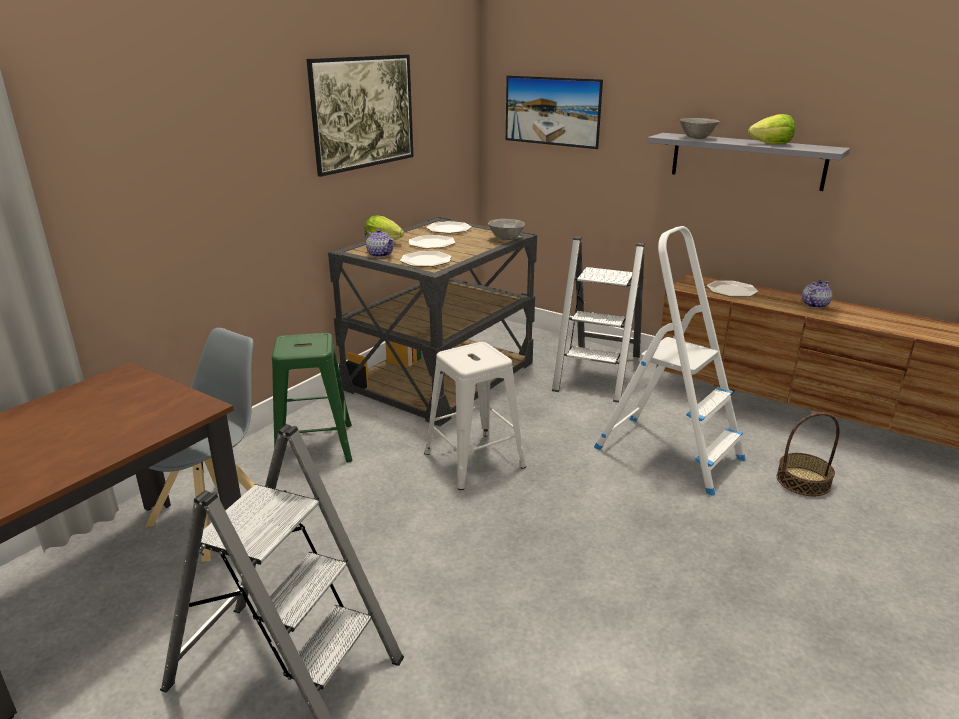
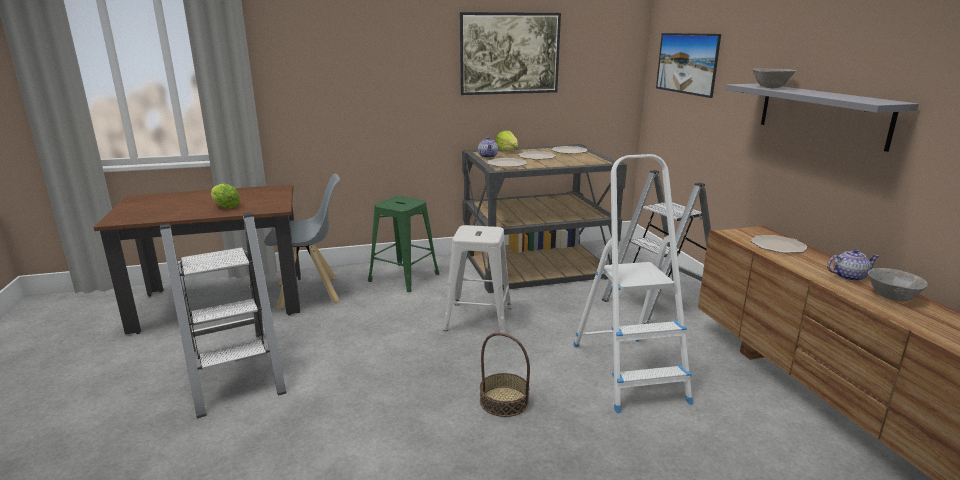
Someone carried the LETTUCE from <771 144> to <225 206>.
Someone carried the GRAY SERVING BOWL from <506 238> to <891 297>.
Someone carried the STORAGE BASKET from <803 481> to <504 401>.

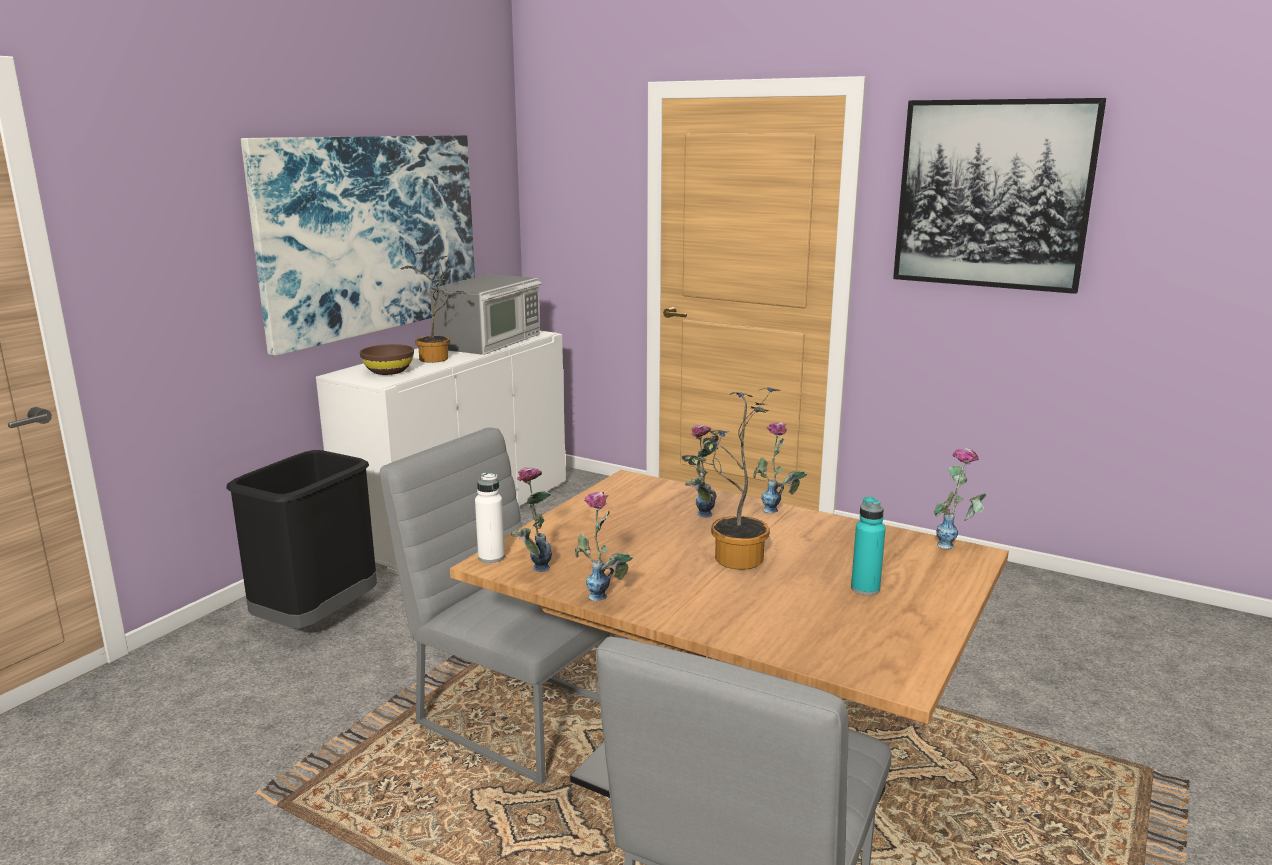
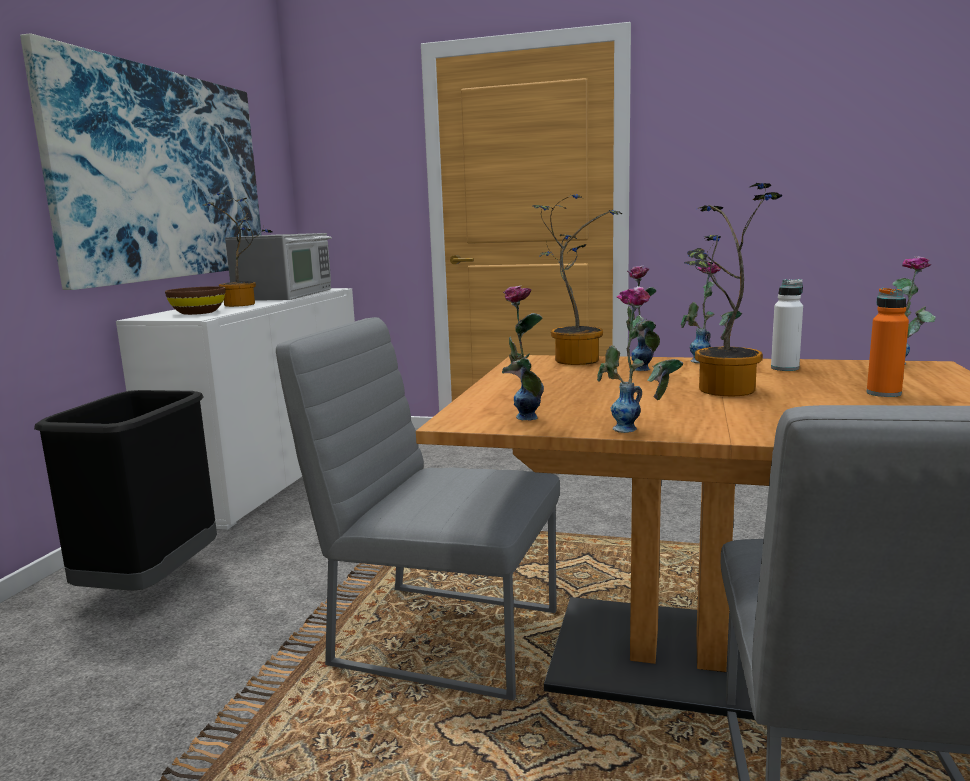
Someone took away the PICTURE at <992 194>.
Someone carried the WHITISH BEVERAGE BOTTLE from <491 557> to <784 368>.
Someone repainted the TURQUOISE-COLOURED BEVERAGE BOTTLE at <865 588>, which became the ORANGE BEVERAGE BOTTLE at <883 393>.
Someone put down the HOUSEPLANT at <573 359>.

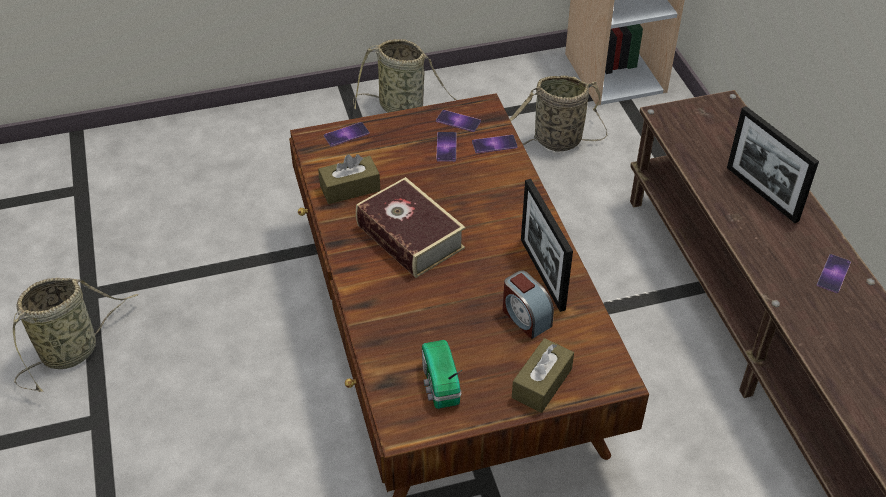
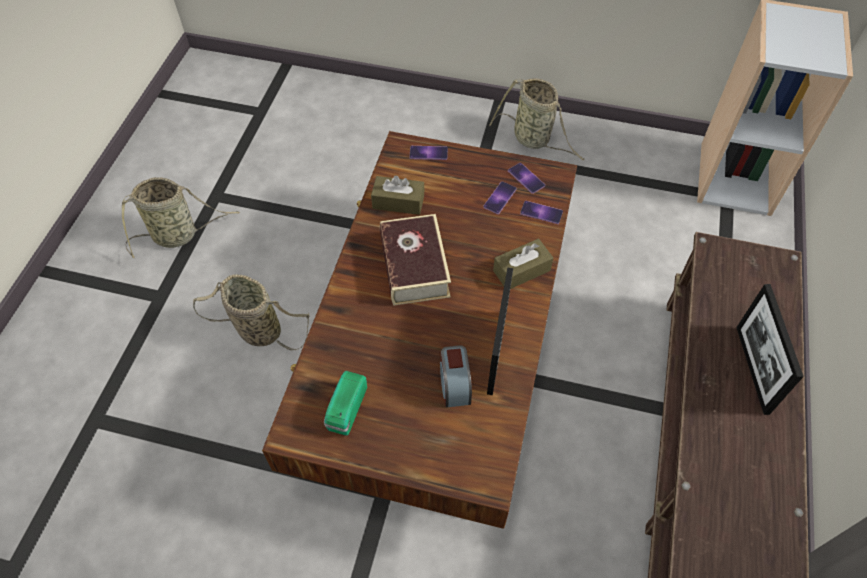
Someone carried the STORAGE BASKET from <554 142> to <256 330>.
Someone took away the HANDSET at <833 273>.
Someone carried the BROWNISH TISSUE BOX from <542 383> to <521 270>.

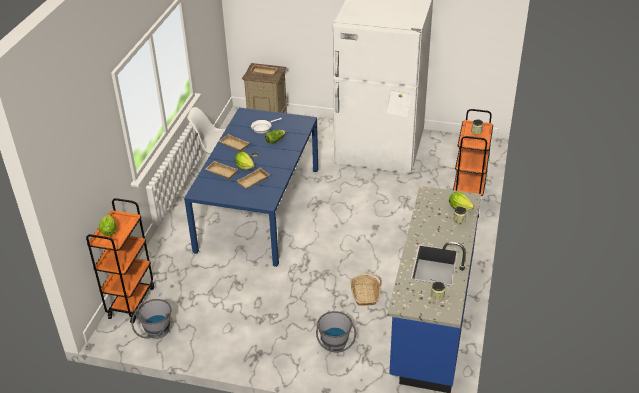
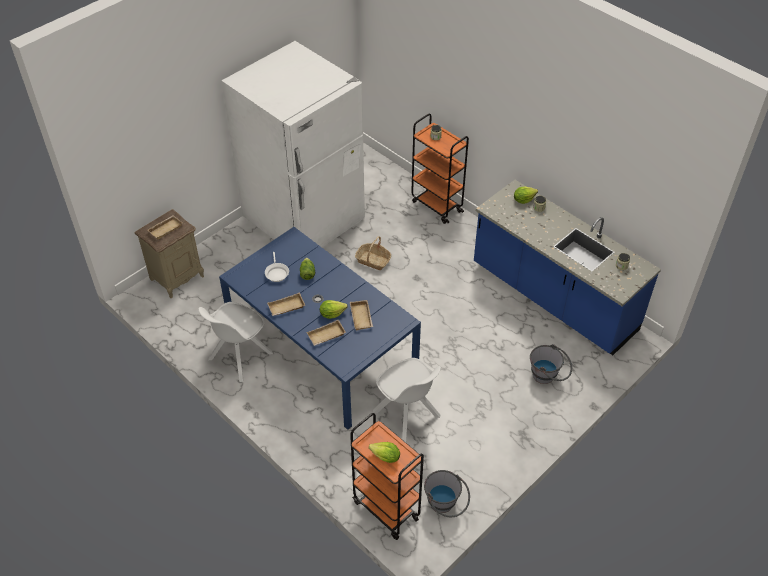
Someone carried the STORAGE BASKET from <365 295> to <373 260>.
Someone put down the WHITISH CHAIR at <407 415>.

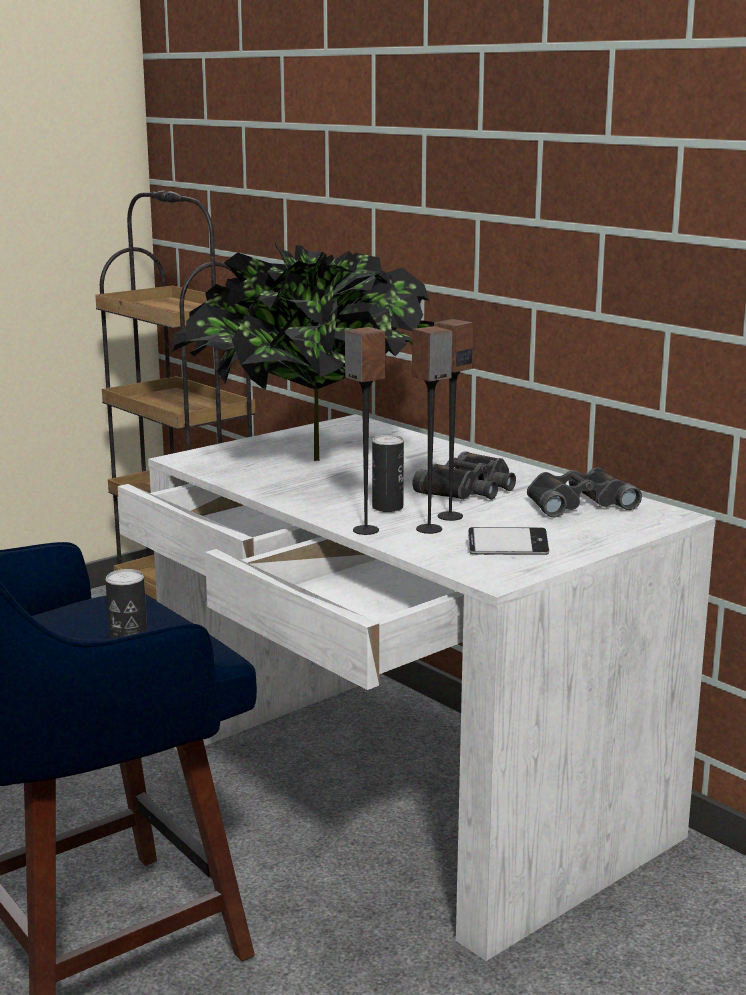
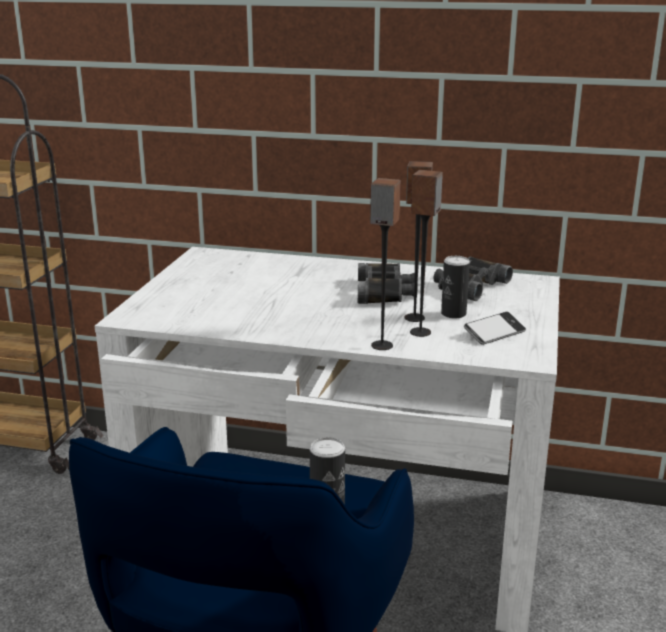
Someone took away the HOUSEPLANT at <309 460>.
Someone carried the CAN from <387 507> to <453 314>.

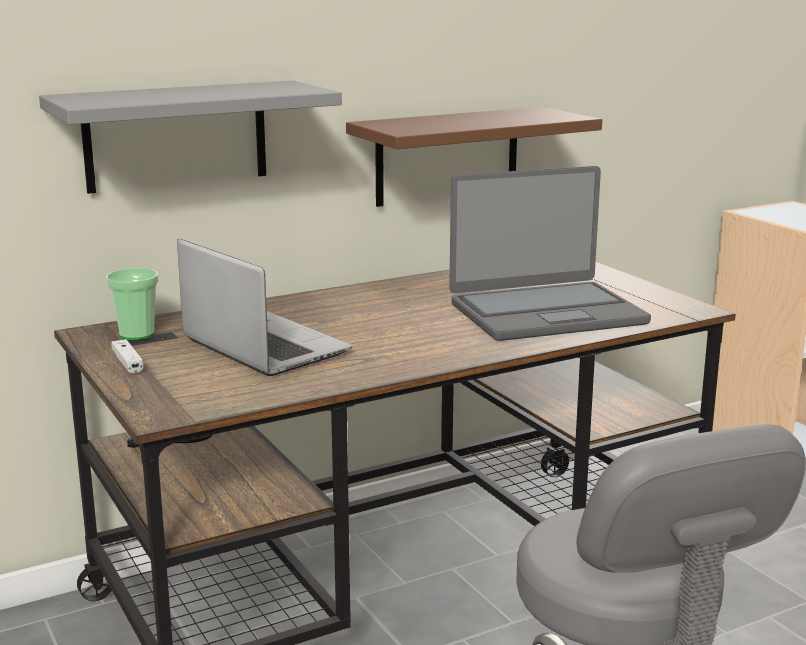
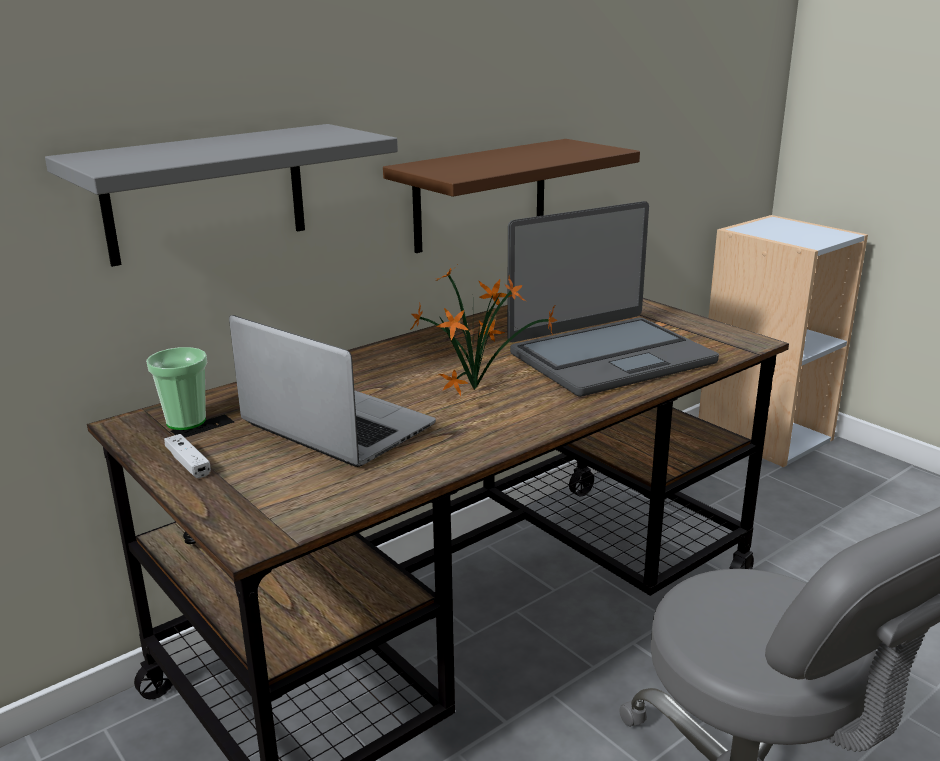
Someone put down the HOUSEPLANT at <477 389>.

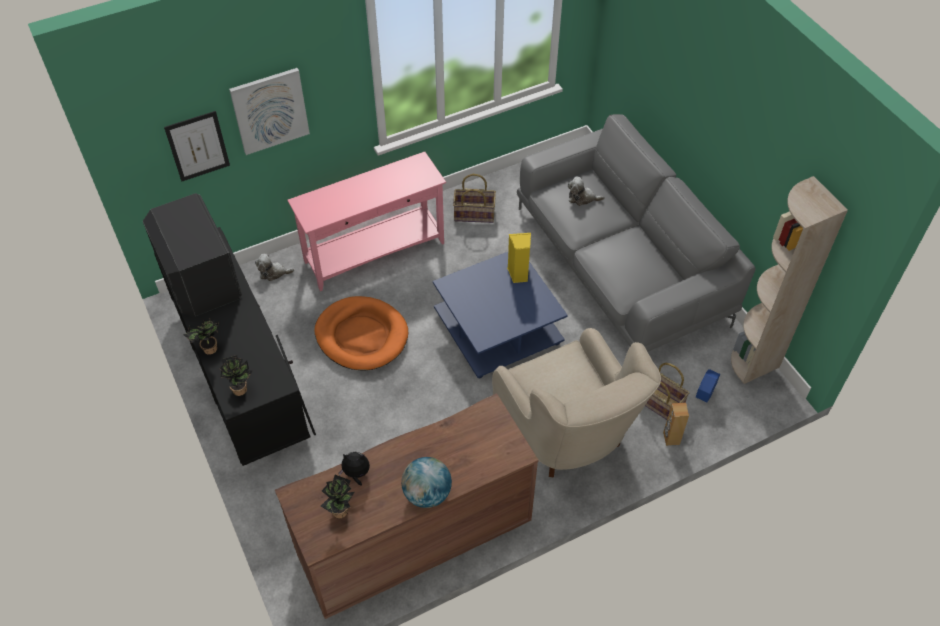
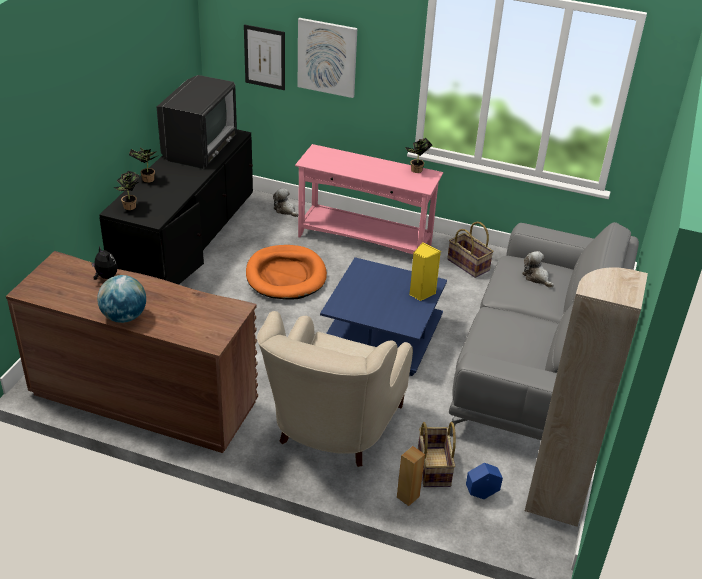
Someone carried the HOUSEPLANT from <341 512> to <416 171>.

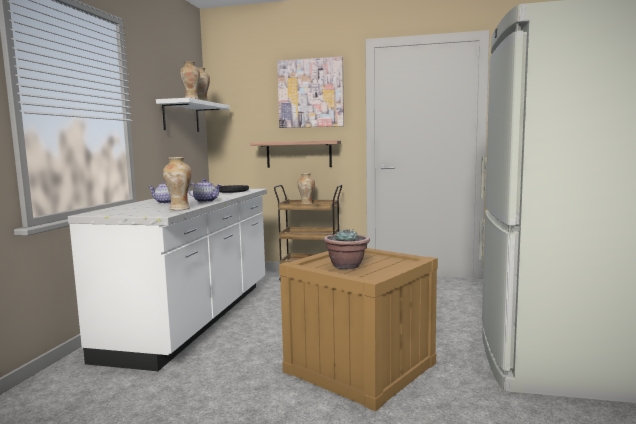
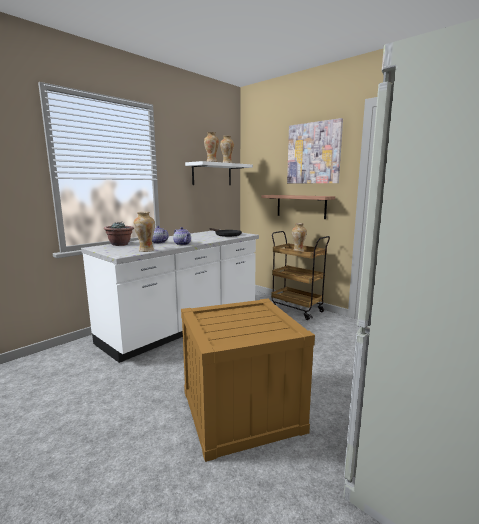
Someone carried the HOUSEPLANT from <346 266> to <120 244>.

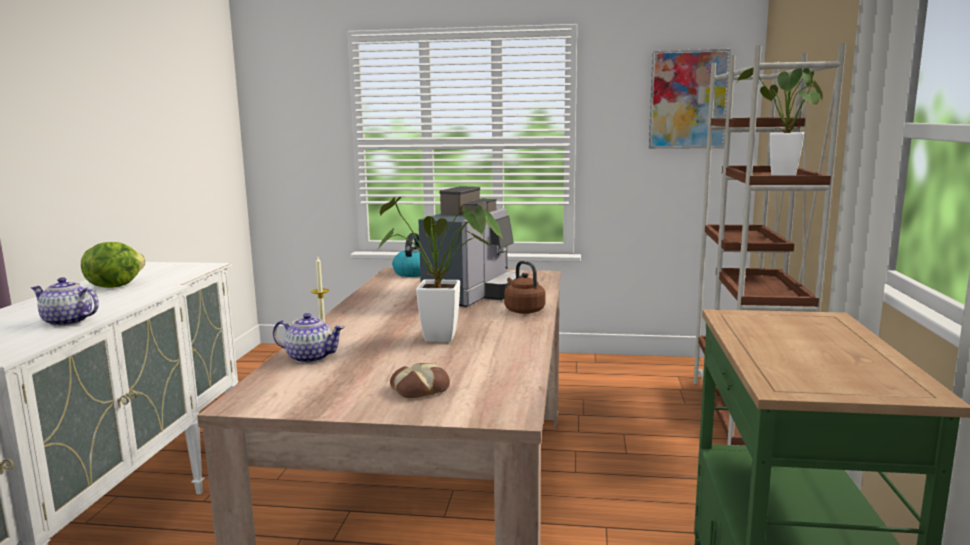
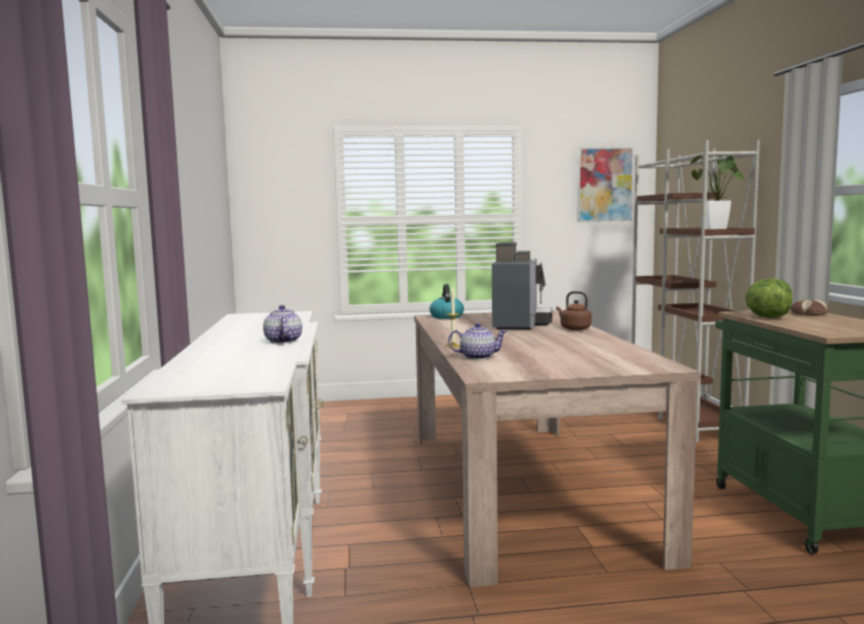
Someone took away the HOUSEPLANT at <448 338>.
Someone carried the LETTUCE from <114 286> to <768 317>.
Someone rotated the TEAPOT at <68 322> by 75 degrees clockwise.
Someone carried the BREAD from <419 388> to <808 313>.

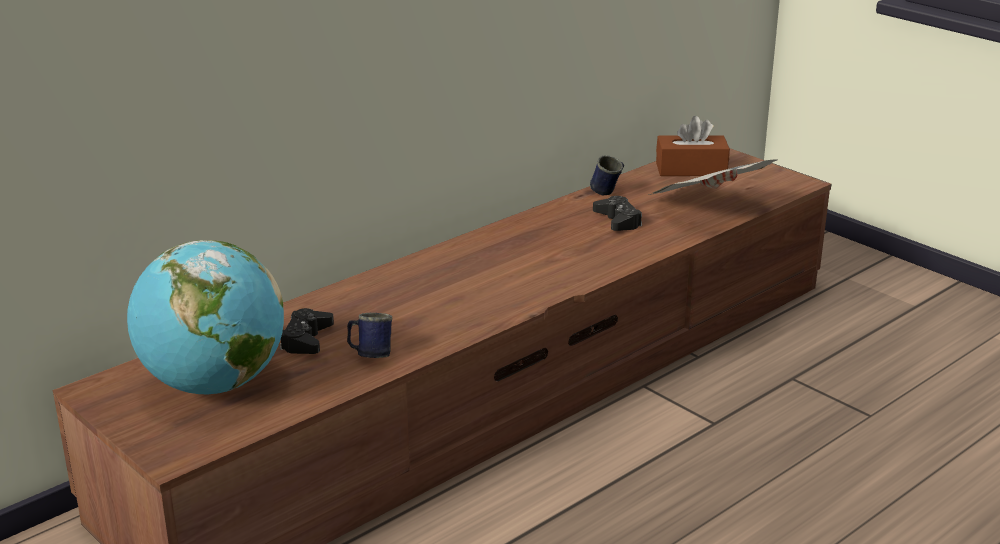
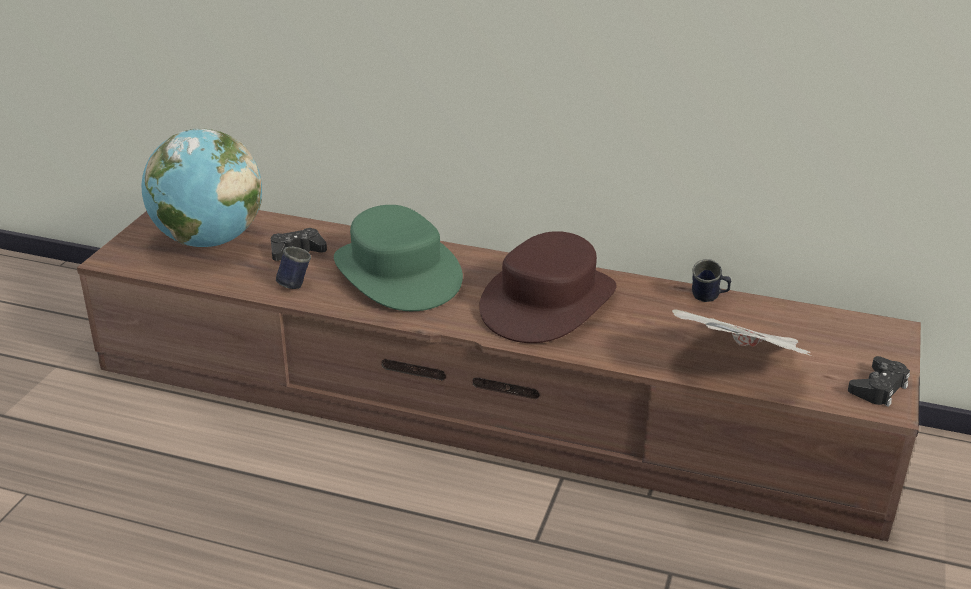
Someone took away the BROWNISH TISSUE BOX at <691 169>.
Someone carried the BLACK GAME CONTROLLER from <618 221> to <878 388>.
Someone put down the GREEN CLOTHING HAT at <396 273>.
Someone put down the BROWNISH CLOTHING HAT at <547 302>.

